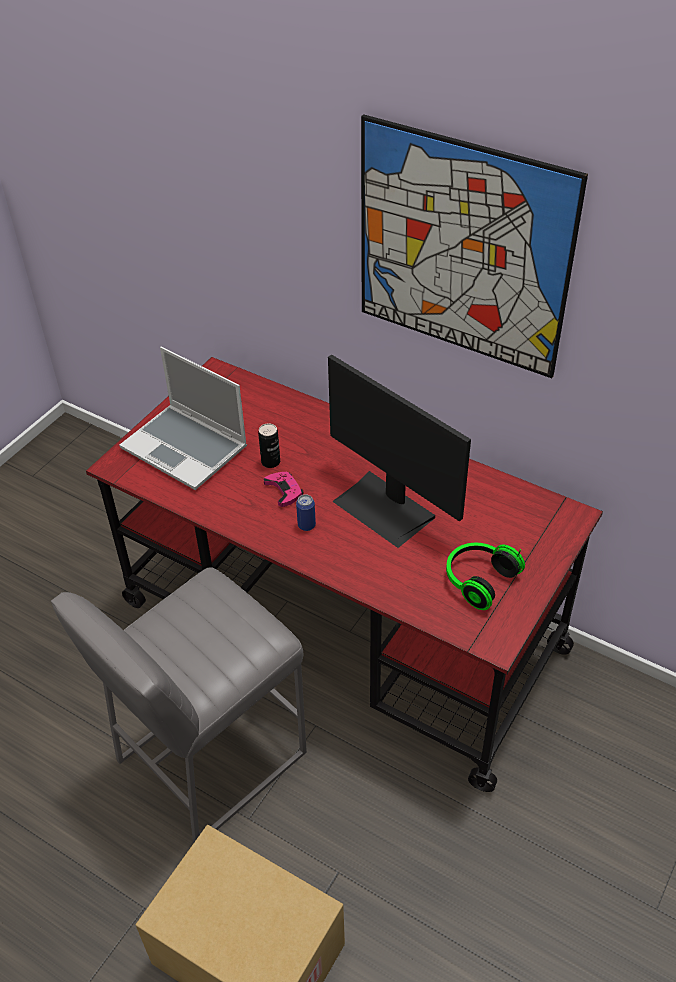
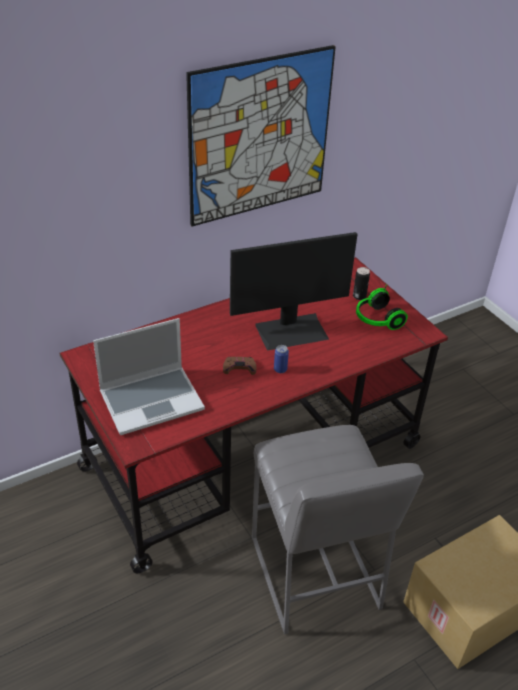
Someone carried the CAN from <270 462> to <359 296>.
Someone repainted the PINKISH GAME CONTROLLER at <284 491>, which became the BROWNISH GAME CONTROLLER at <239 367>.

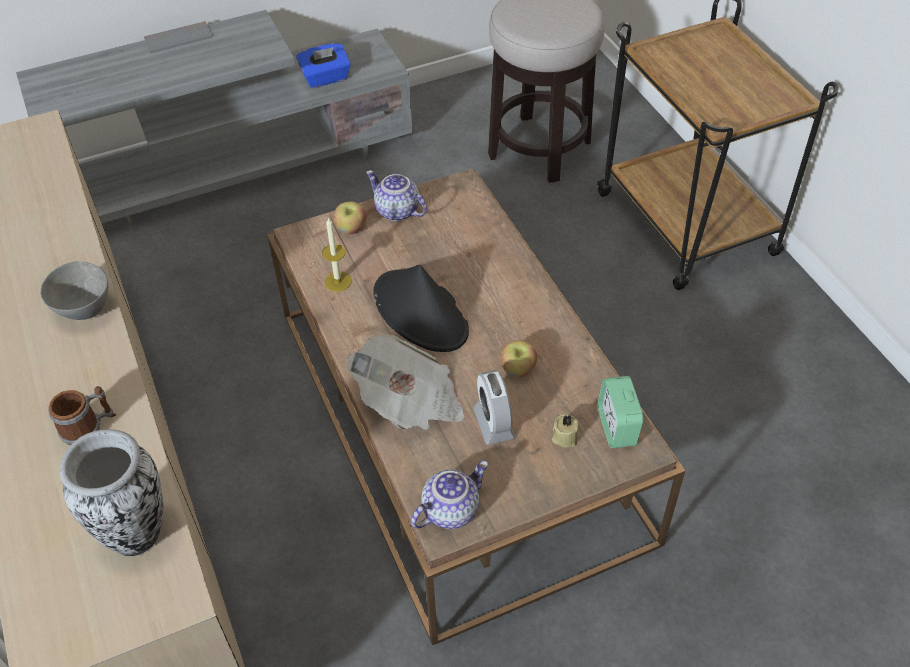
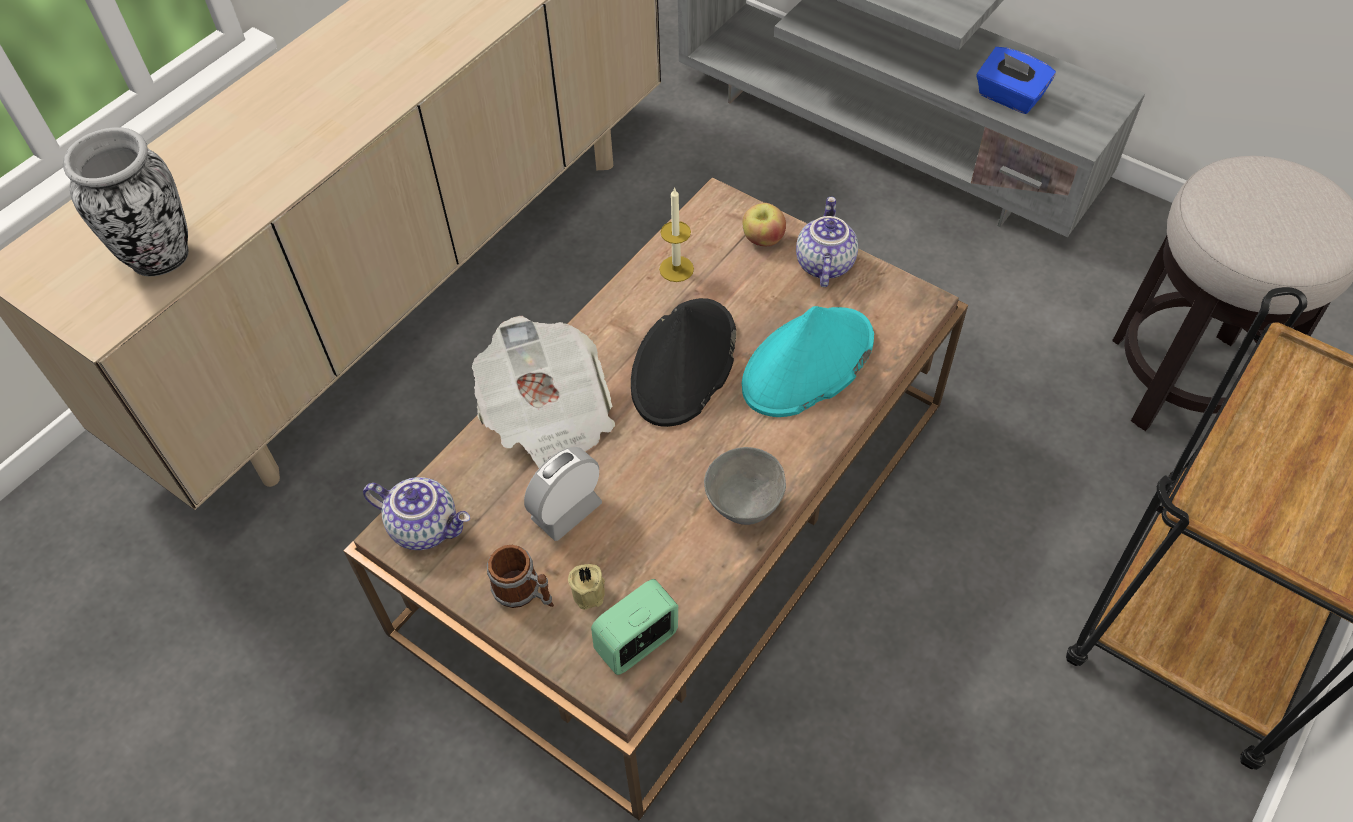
Someone carried the GRAY SERVING BOWL from <84 310> to <743 505>.
Someone took away the APPLE at <518 369>.
Someone carried the MUG from <89 428> to <524 593>.
Someone put down the TURQUOISE-COLOURED CLOTHING HAT at <807 364>.

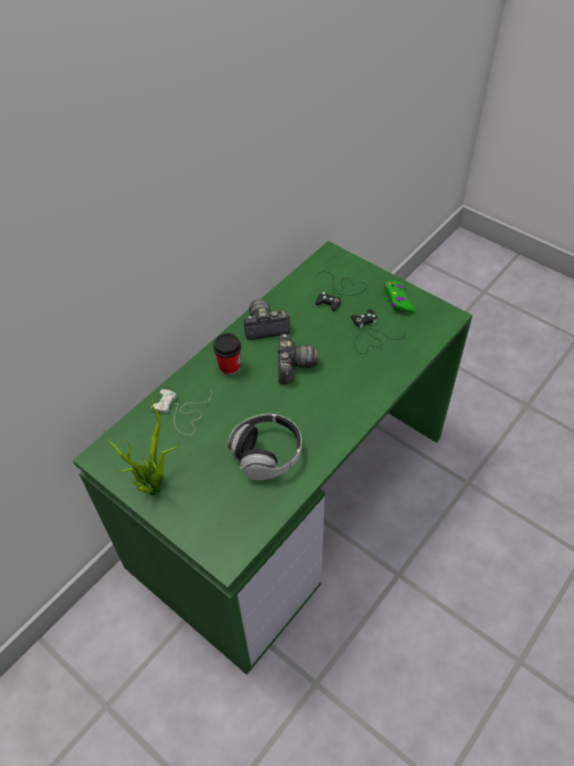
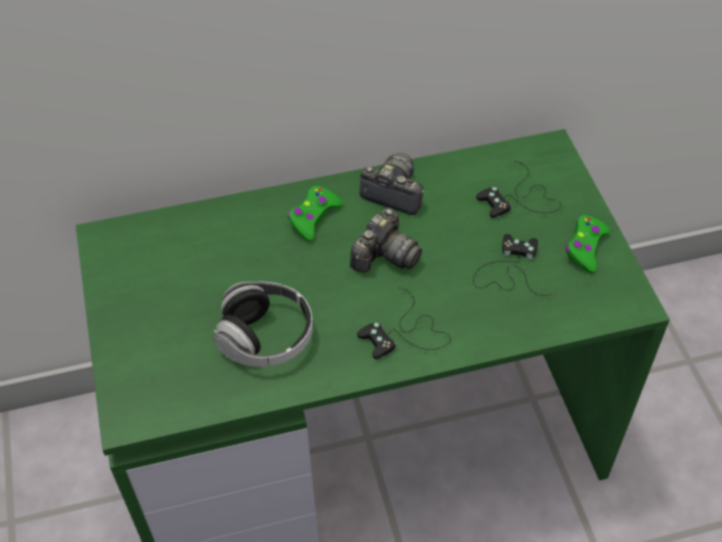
Someone swapped the SMALL CUP at <229 367> for the GREEN GAME CONTROLLER at <313 217>.
Someone took away the HOUSEPLANT at <152 484>.
Someone took away the WHITISH GAME CONTROLLER at <182 412>.
Someone put down the BLACK GAME CONTROLLER at <406 333>.

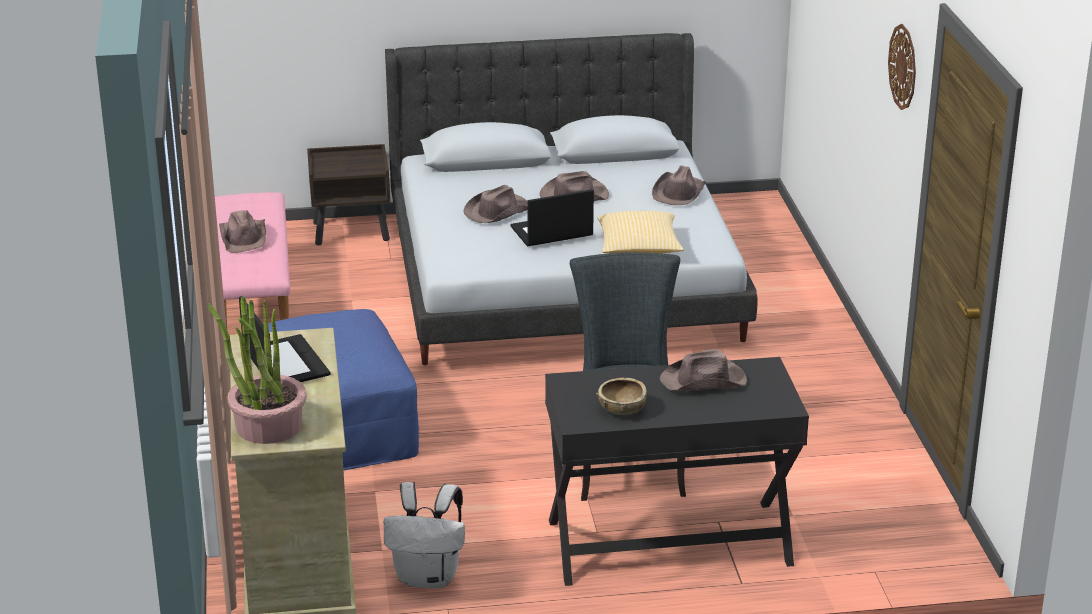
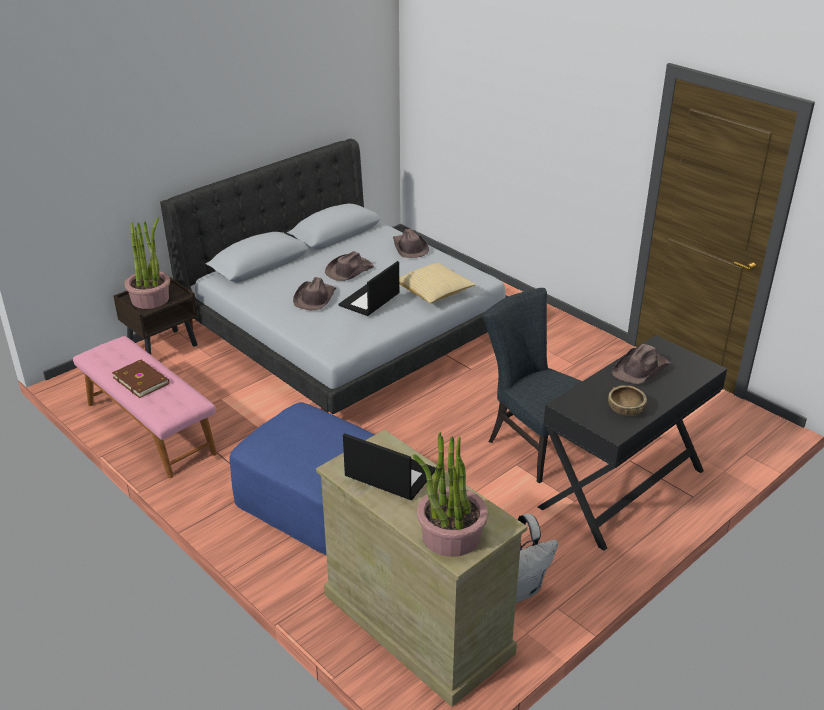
Someone took away the HANGING CLOCK at <903 67>.
Someone swapped the BROWNISH CLOTHING HAT at <244 237> for the BROWNISH BOUND BOOK at <141 380>.
Someone put down the HOUSEPLANT at <150 299>.

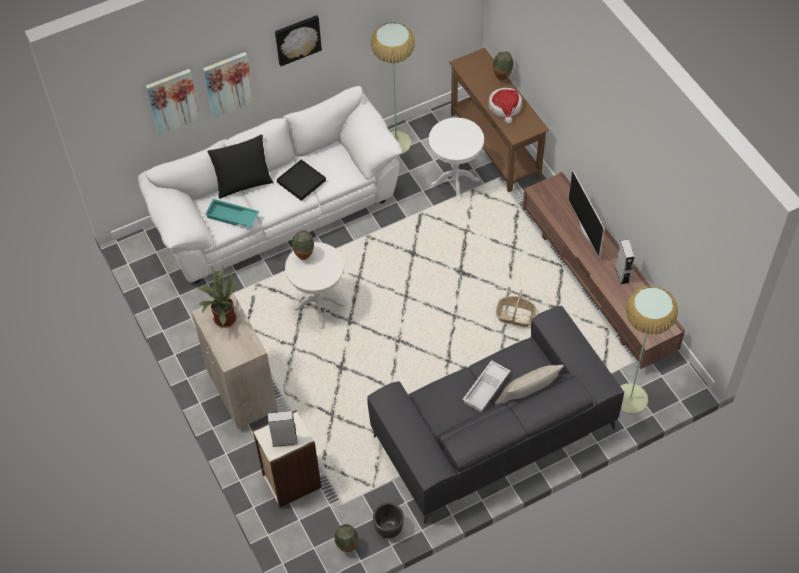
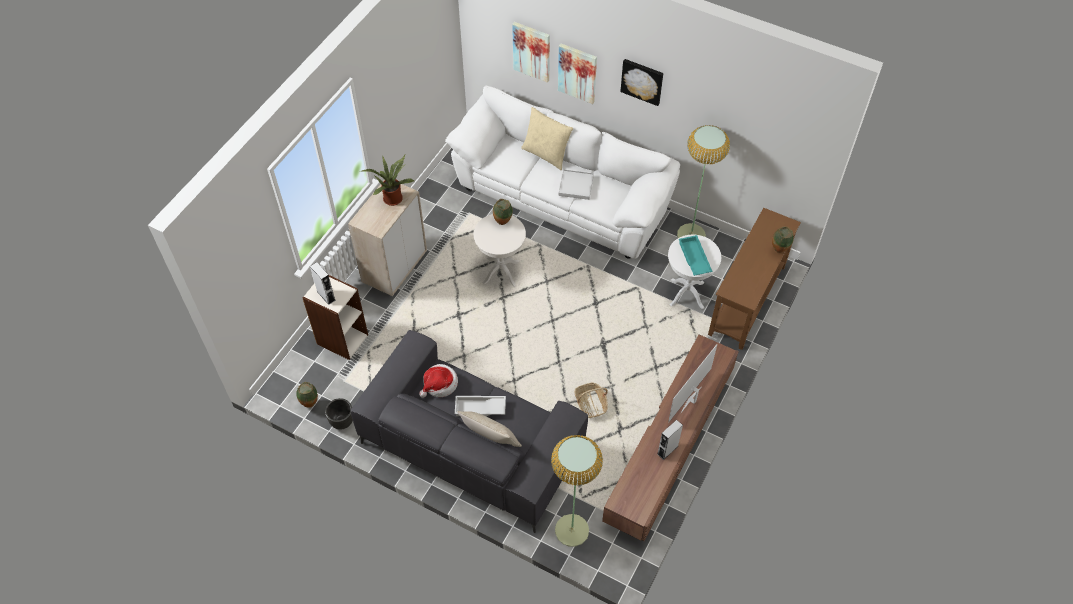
Someone carried the CLOTHING HAT from <505 107> to <439 384>.
Someone repainted the BLACK PILLOW at <243 183>, which became the BEIGE-COLOURED PILLOW at <546 154>.
Someone repainted the BLACK TRAY at <301 181>, which became the WHITISH TRAY at <576 186>.
Someone carried the TURQUOISE-COLOURED TRAY from <232 217> to <693 258>.

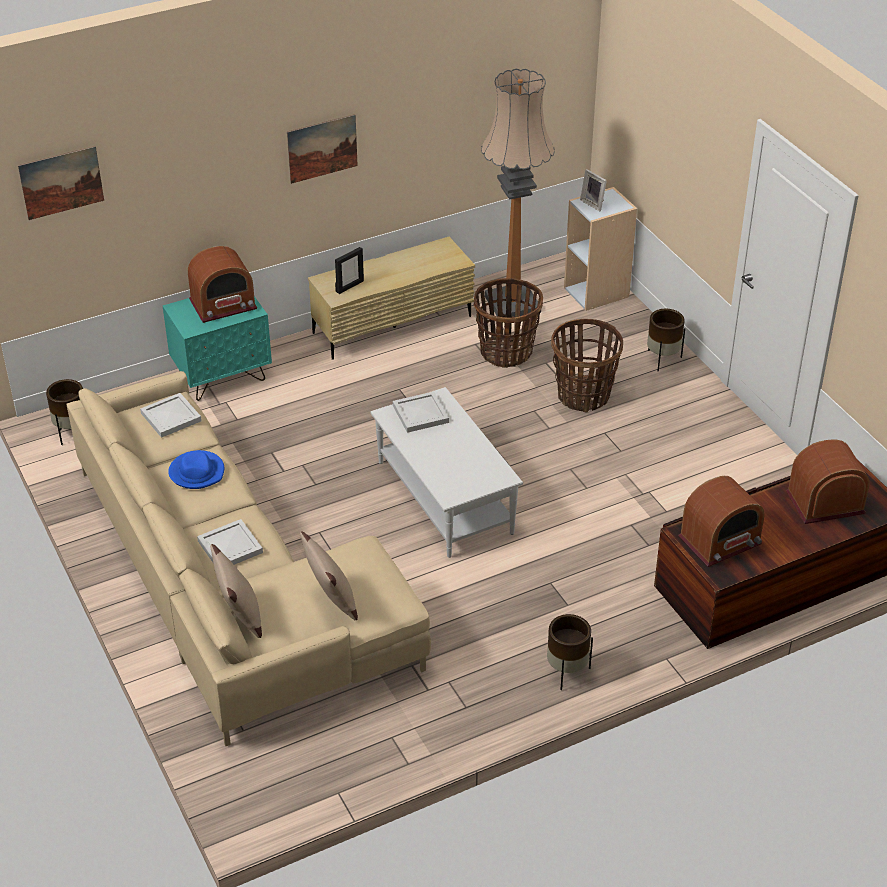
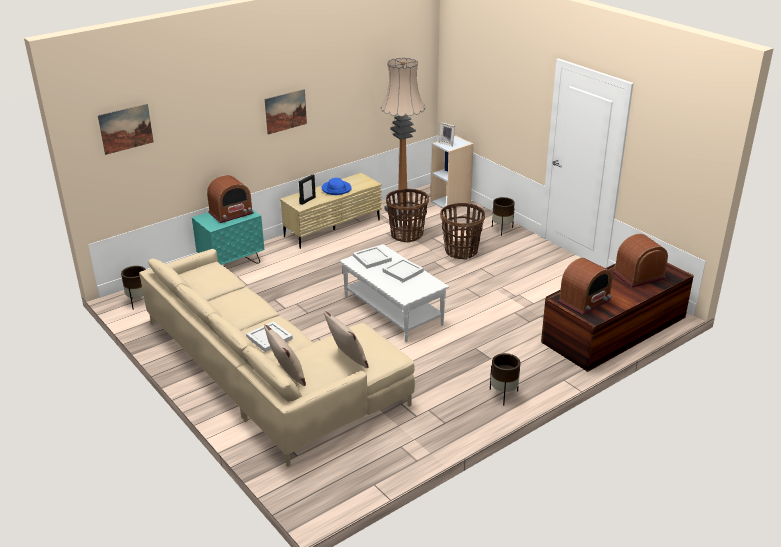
Someone carried the WHITISH TRAY from <171 416> to <403 271>.
Someone carried the BLUE-COLOURED CLOTHING HAT from <197 472> to <336 189>.

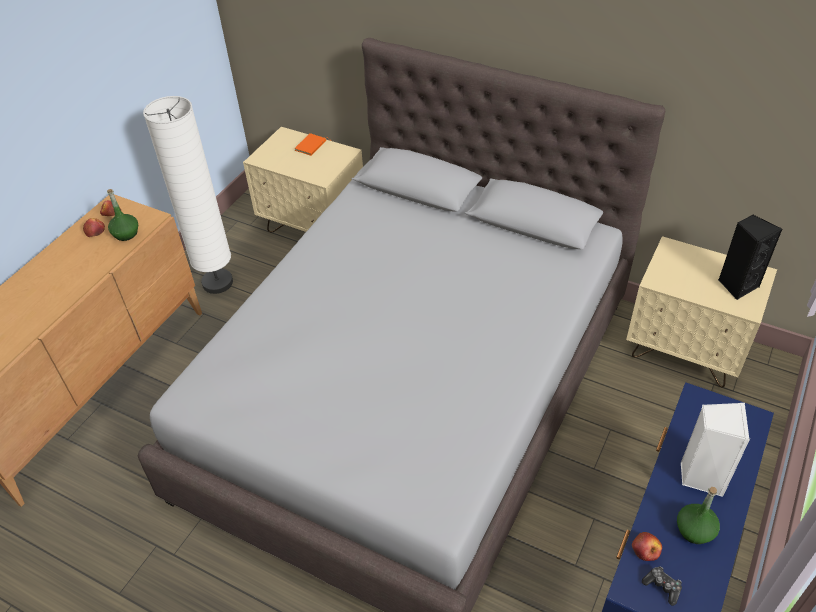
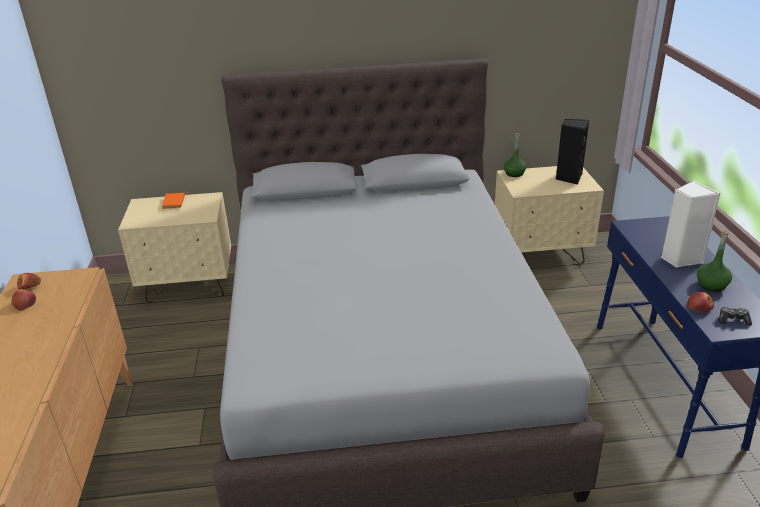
Someone took away the WHITISH STANDARD LAMP at <217 283>.
Someone carried the GREEN BEVERAGE BOTTLE from <126 233> to <514 173>.

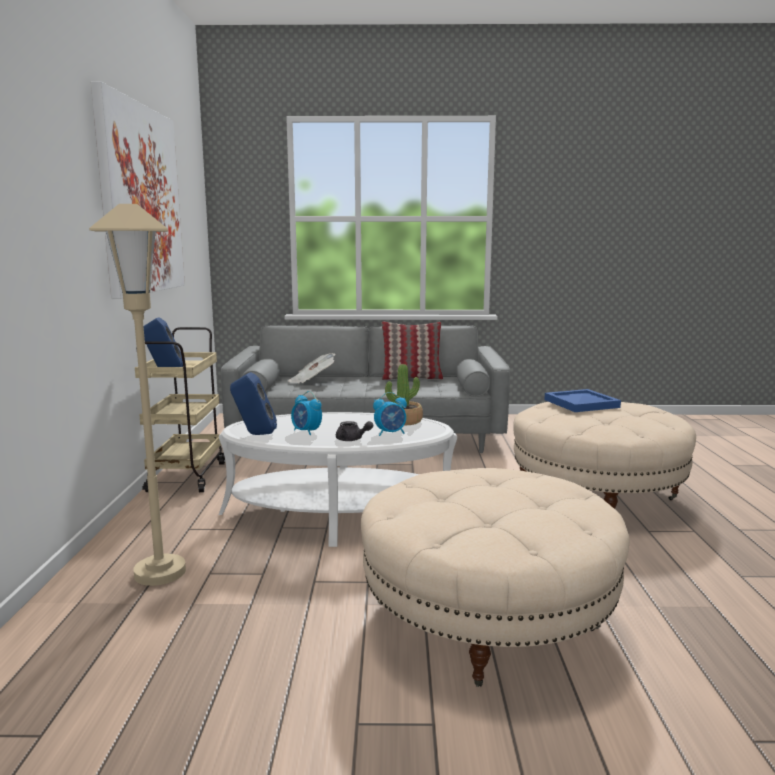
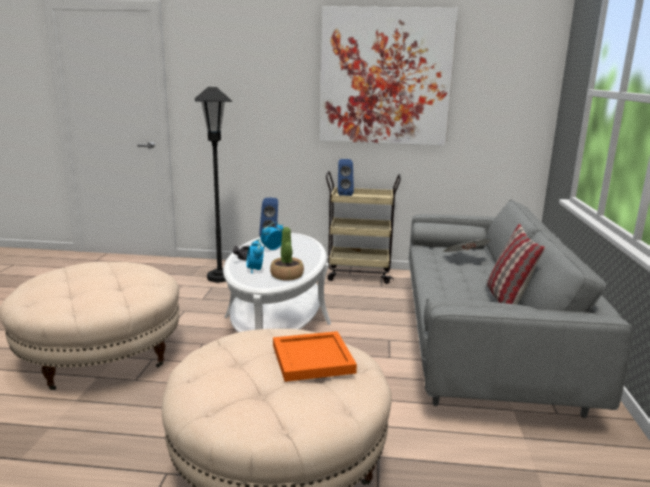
Someone repainted the BEIGE-COLOURED STANDARD LAMP at <160 572>, which became the BLACK STANDARD LAMP at <220 277>.
Someone repainted the BLUE-COLOURED TRAY at <582 403>, which became the ORANGE TRAY at <312 359>.

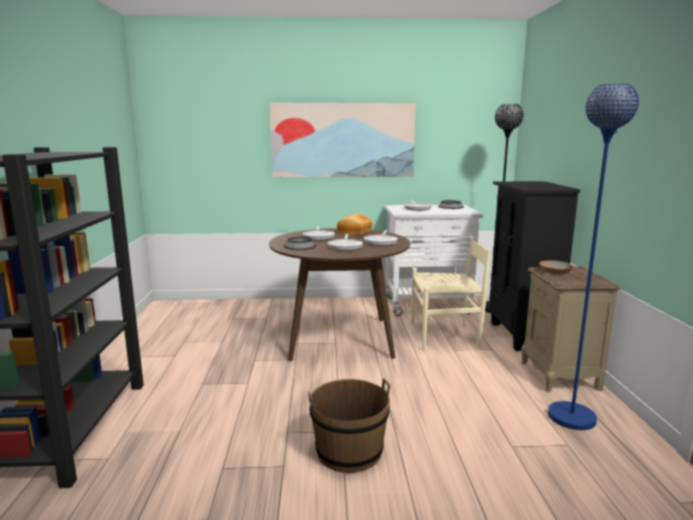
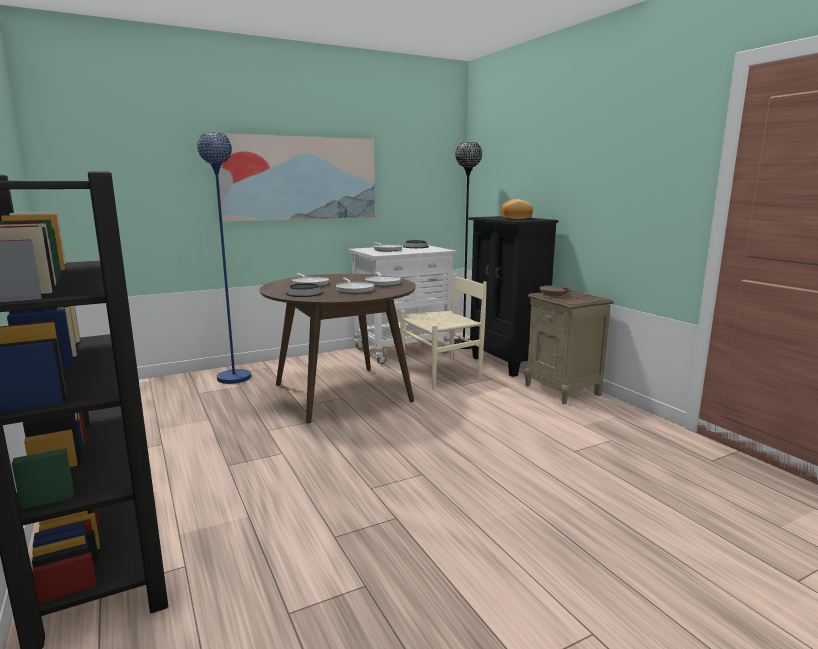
Someone carried the BLUE-COLOURED STANDARD LAMP from <572 417> to <234 378>.
Someone carried the BREAD from <355 232> to <516 218>.
Someone took away the BROWNISH WATER BUCKET at <349 451>.

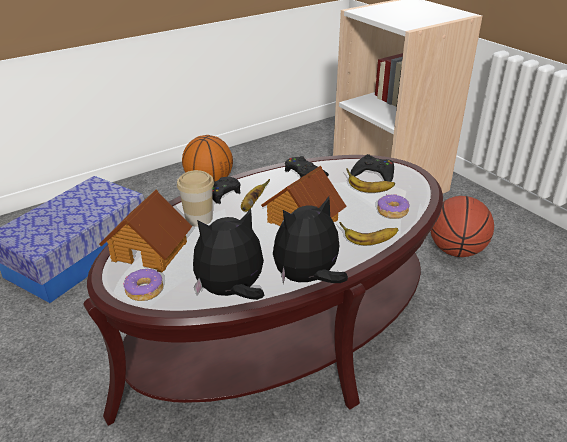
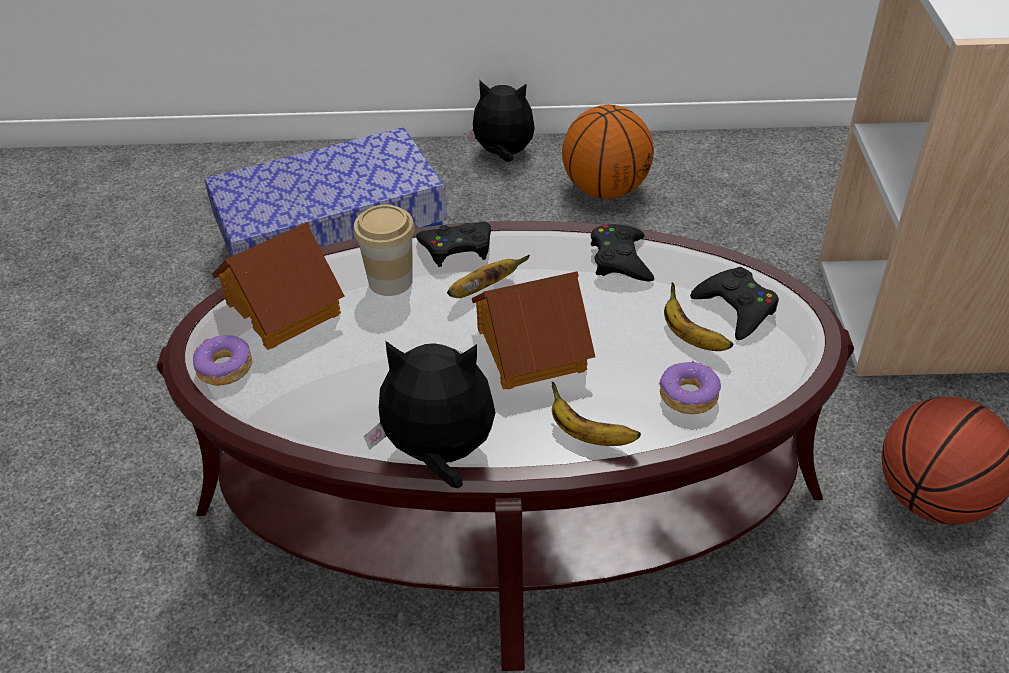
Someone carried the SOFT TOY from <231 292> to <503 154>.

